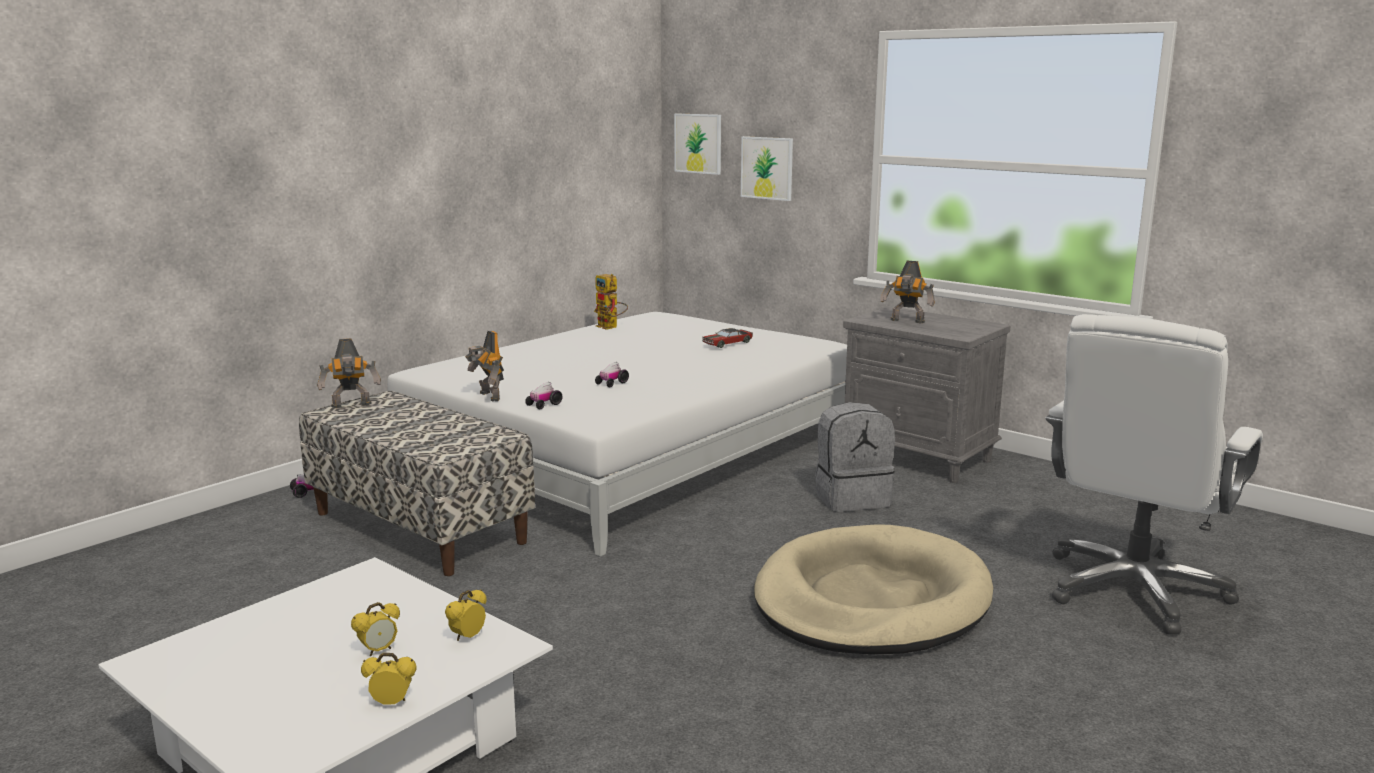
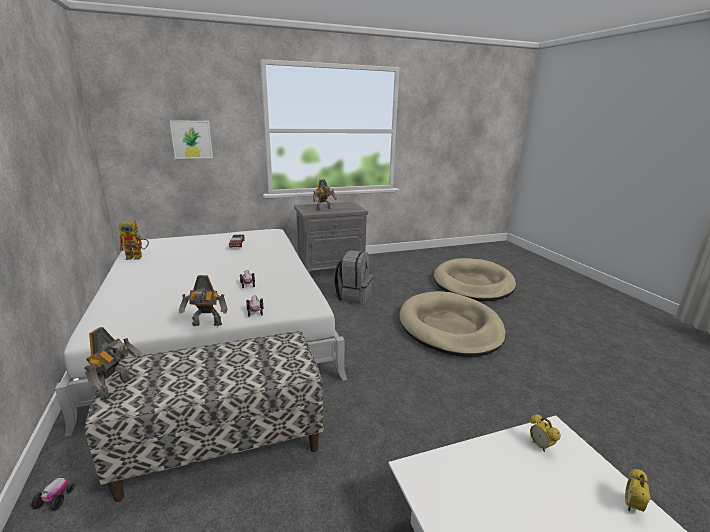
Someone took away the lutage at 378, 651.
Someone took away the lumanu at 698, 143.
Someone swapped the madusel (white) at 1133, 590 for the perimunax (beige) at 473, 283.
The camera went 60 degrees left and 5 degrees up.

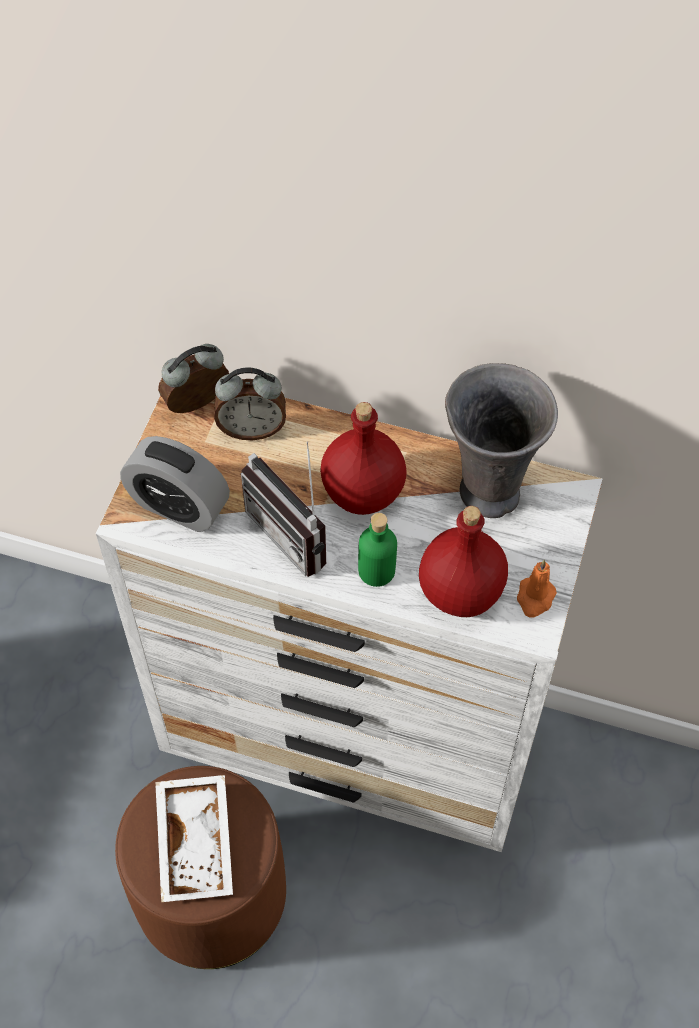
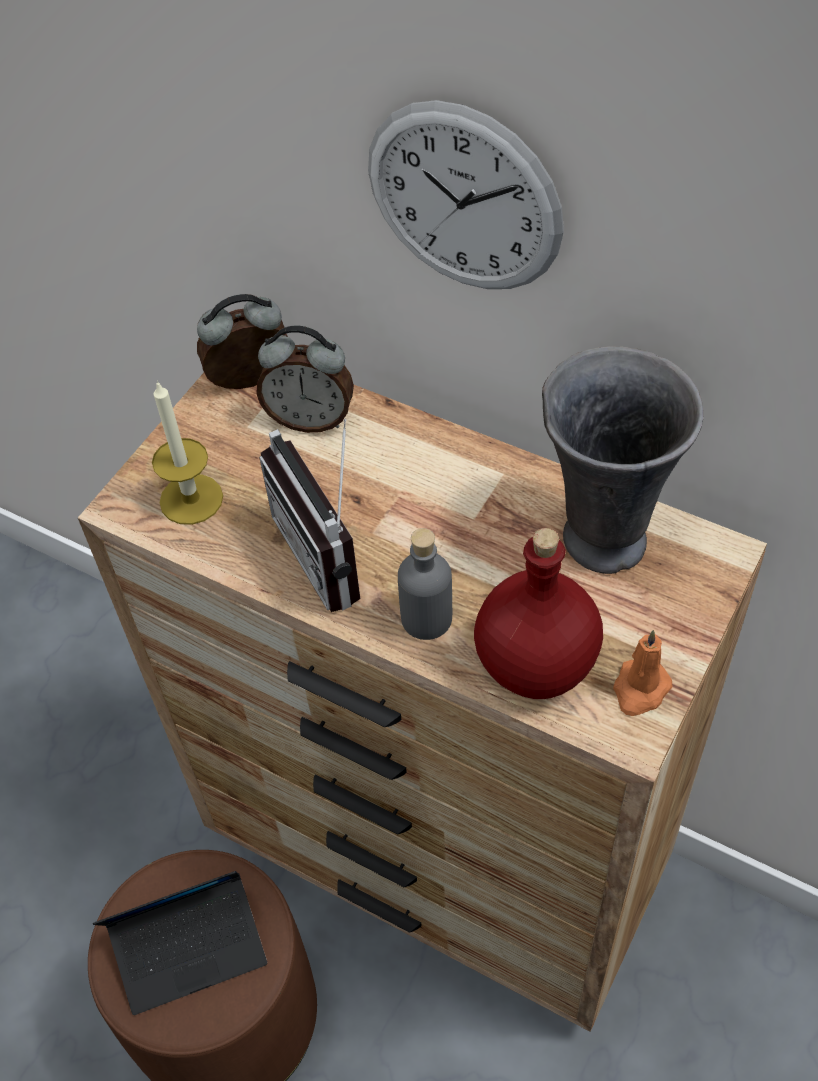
Someone repainted the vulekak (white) at 353, 739, which became the vulekak (brown) at 437, 854.
Someone swapped the lutage at 179, 506 for the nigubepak at 191, 499.
Someone swapped the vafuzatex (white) at 197, 843 for the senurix at 190, 948.
Someone took away the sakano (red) at 361, 492.
Someone repainted the sakano (green) at 376, 570, which became the sakano (grey) at 426, 618.
Someone put up the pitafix at 464, 199.
The camera went 15 degrees right and 5 degrees down.

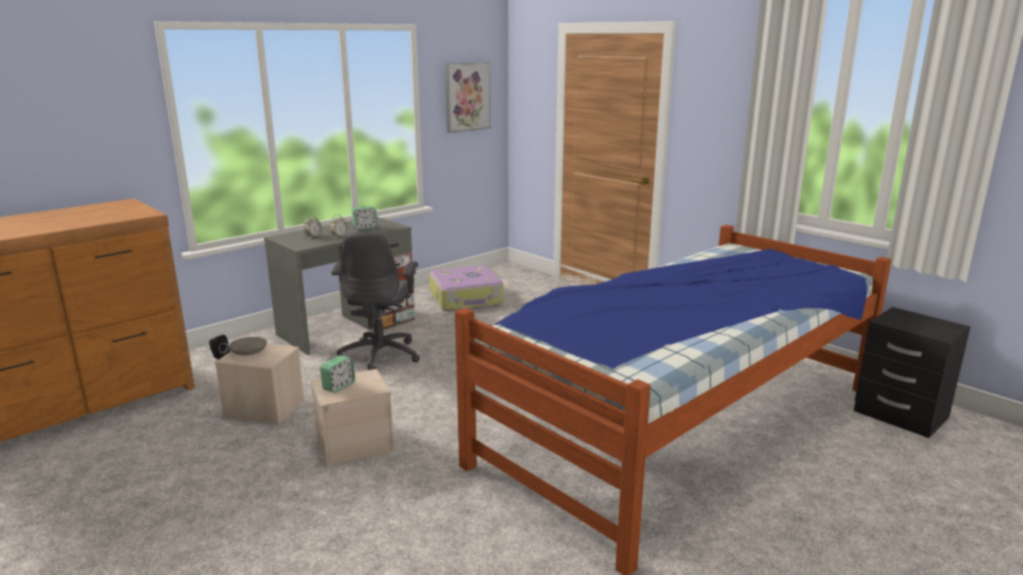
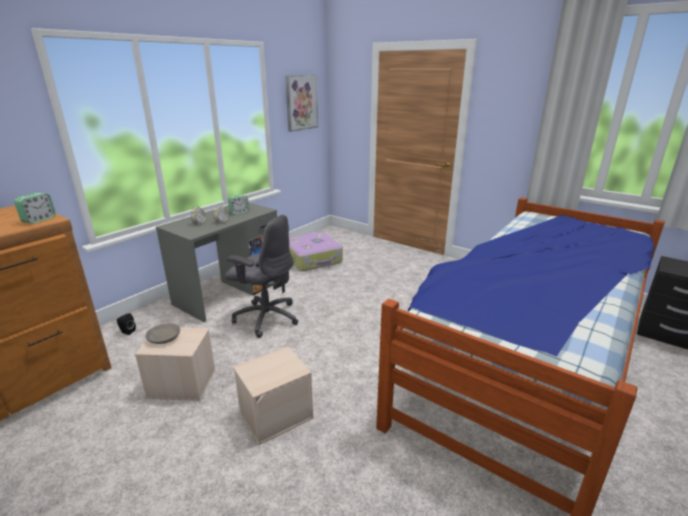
Someone carried the lutage from 338, 386 to 39, 220.
Someone rotated the madusel (grey) at 381, 356 by 60 degrees counterclockwise.
The camera went 10 degrees left and 5 degrees up.

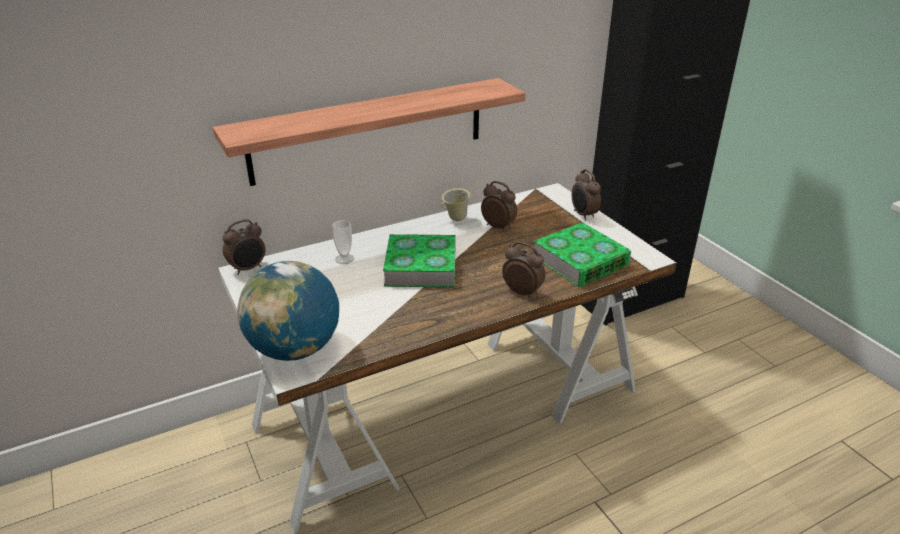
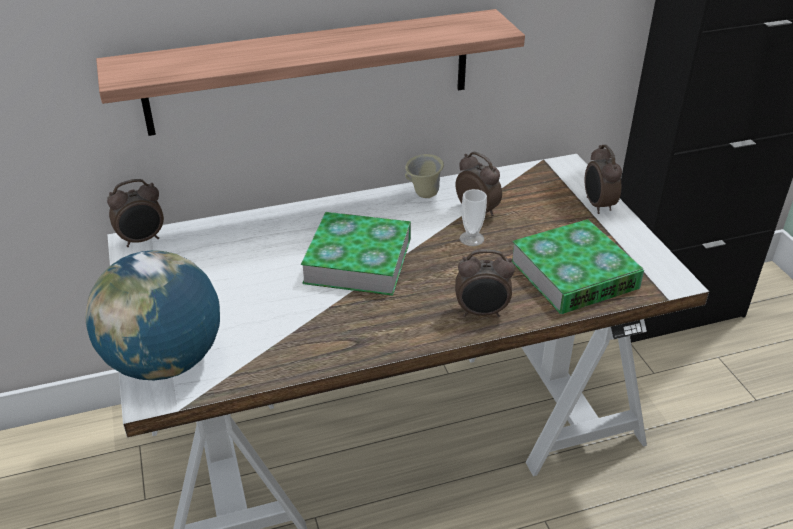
Someone carried the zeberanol from 344, 259 to 471, 238.
Someone rotated the lutage at 522, 292 by 135 degrees clockwise.
The camera went 10 degrees right and 5 degrees up.

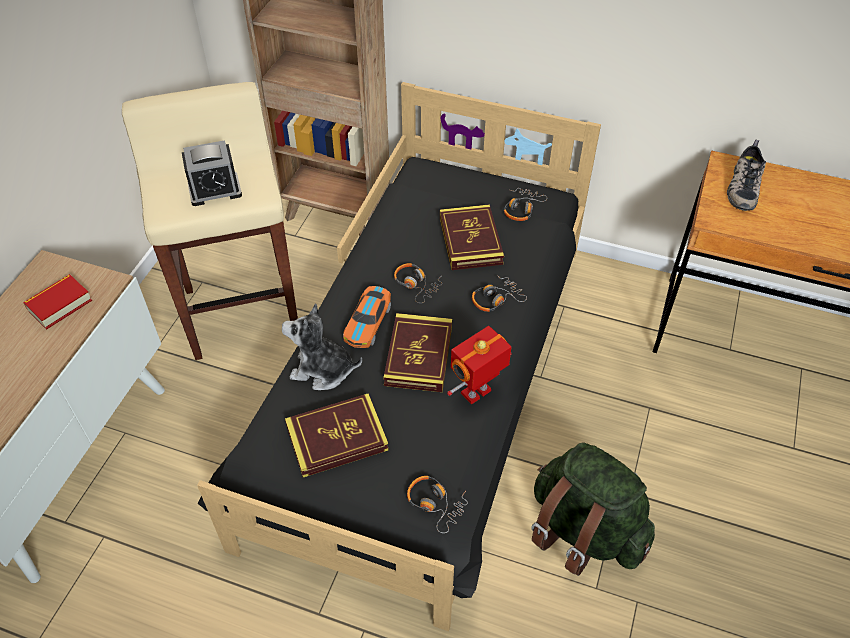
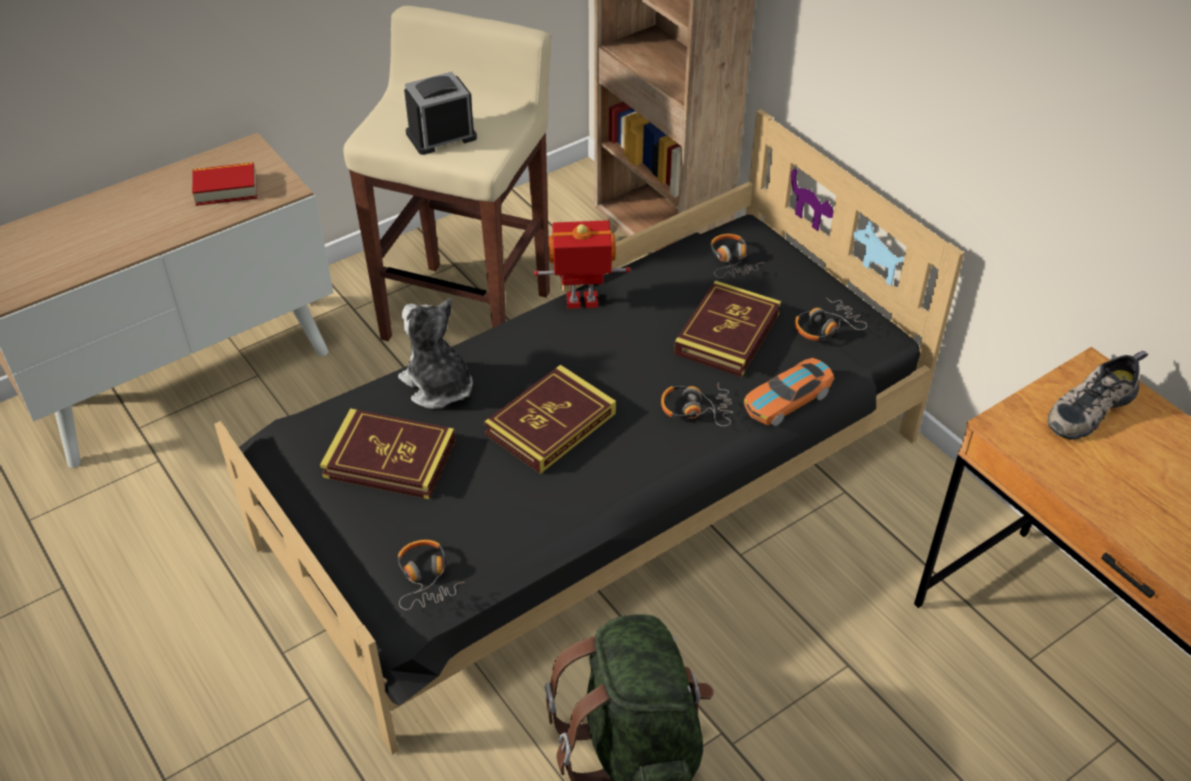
Someone rotated the lutage at 215, 190 by 135 degrees clockwise.
Someone carried the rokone from 367, 322 to 787, 399.
Someone carried the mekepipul from 416, 285 to 731, 261.
Someone carried the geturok from 477, 393 to 582, 303.
The camera went 35 degrees right and 5 degrees down.

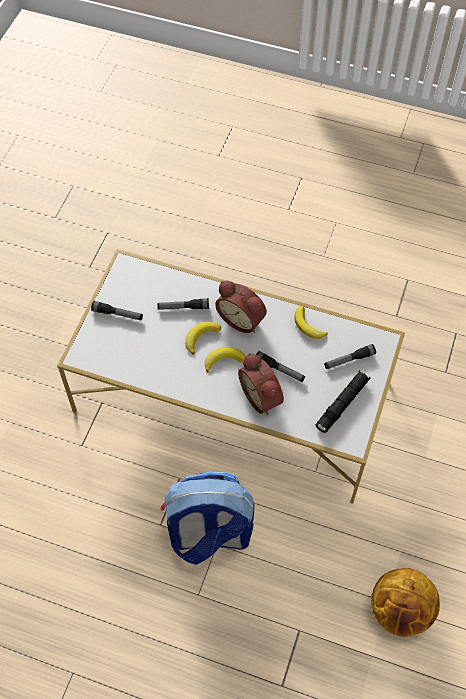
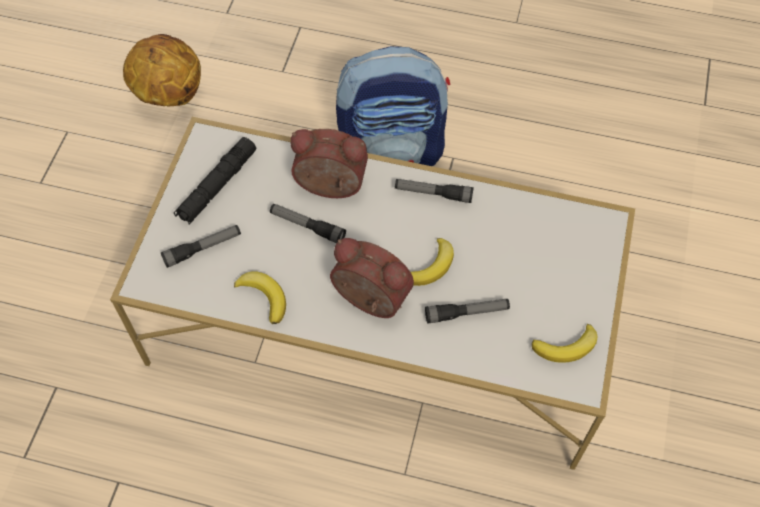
Someone carried the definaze from 117, 314 to 433, 193.
Someone carried the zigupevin from 224, 360 to 566, 347.
Someone rotated the lutage at 263, 396 by 45 degrees counterclockwise.
The camera went 175 degrees right and 0 degrees up.

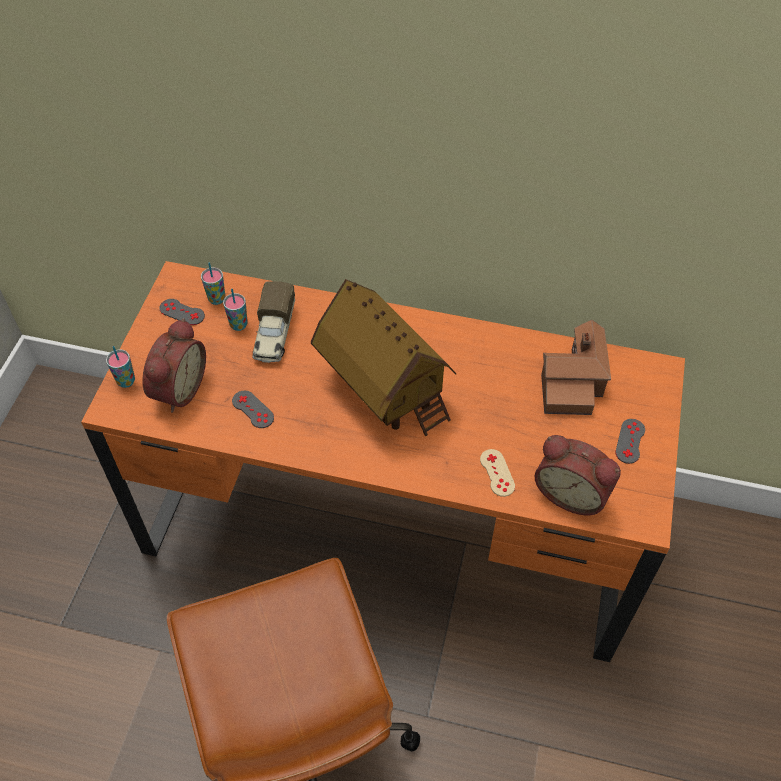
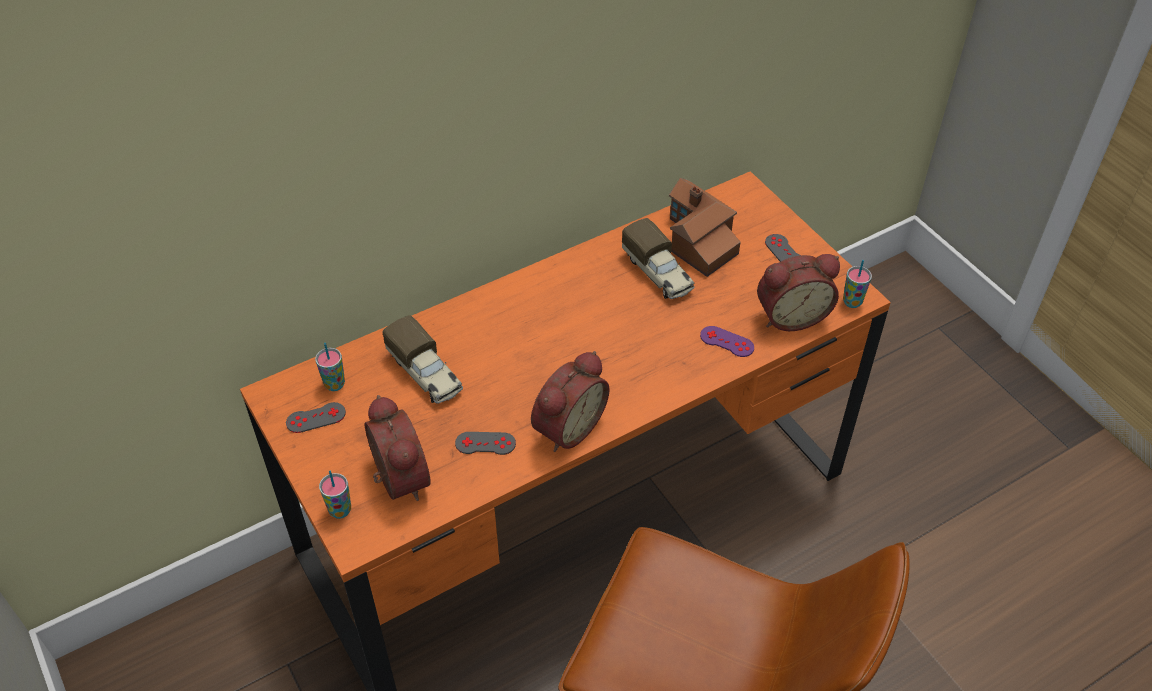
Someone carried the zeberanol from 238, 325 to 852, 302.
Someone took away the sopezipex at 384, 389.
Someone repainted the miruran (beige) at 497, 473, which became the miruran (purple) at 727, 342.
Someone put down the lutage at 566, 426.
Someone put down the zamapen at 658, 274.
The camera went 45 degrees left and 5 degrees down.

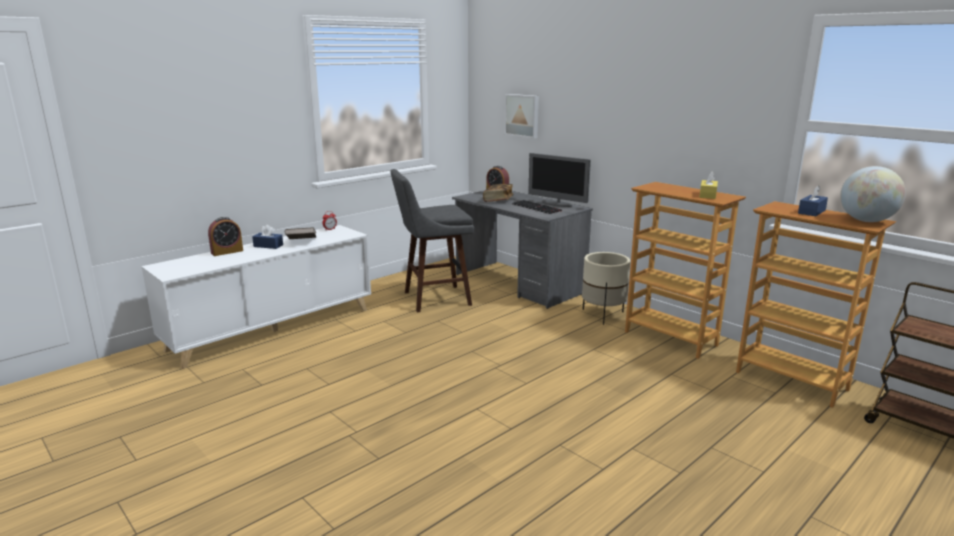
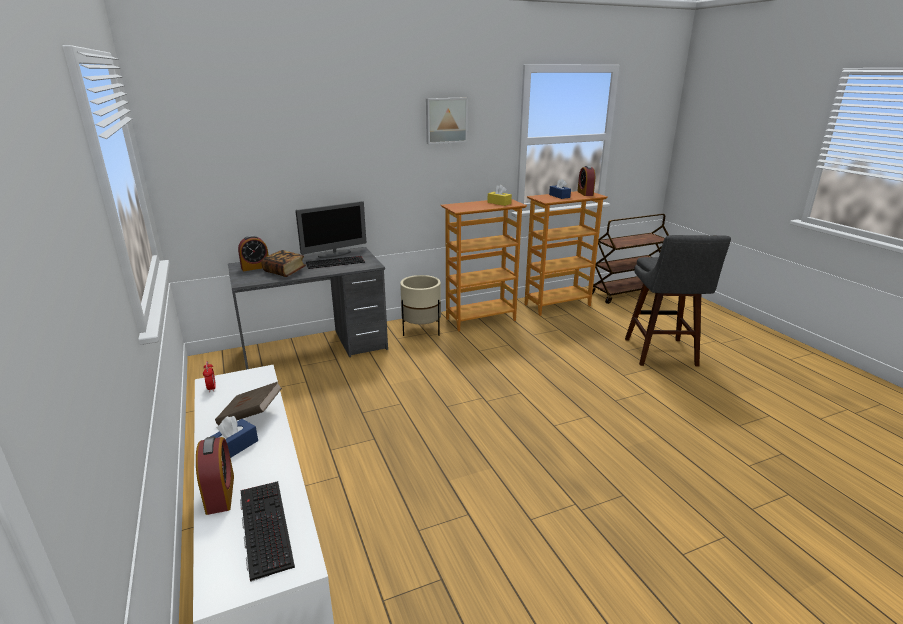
Someone carried the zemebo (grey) from 433, 299 to 661, 354.
Someone carried the lumanu from 522, 115 to 446, 120.
Someone swapped the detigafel at 866, 221 for the lutage at 585, 193.
Someone put down the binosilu at 263, 526.
The camera went 70 degrees left and 5 degrees up.

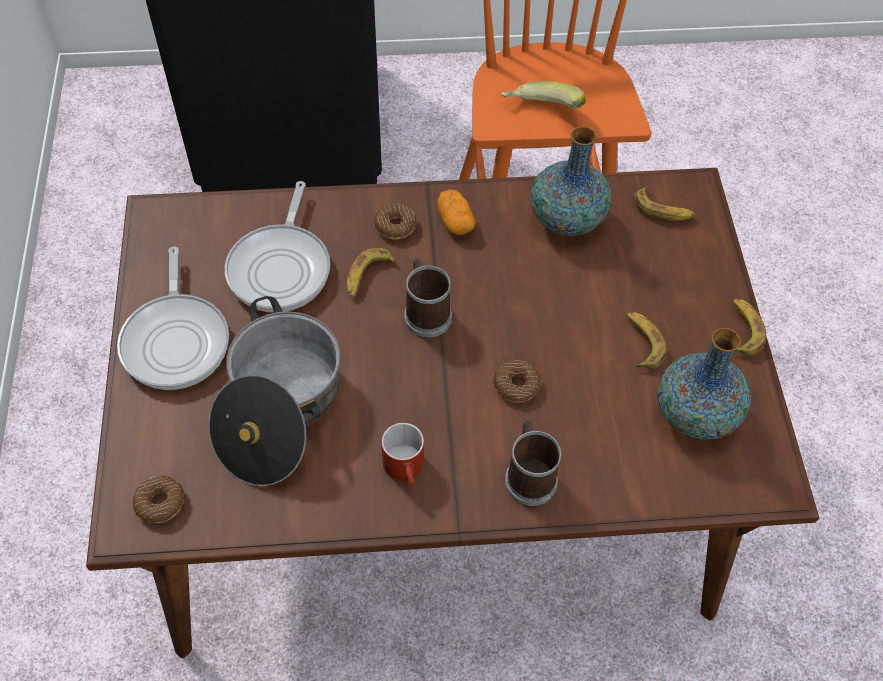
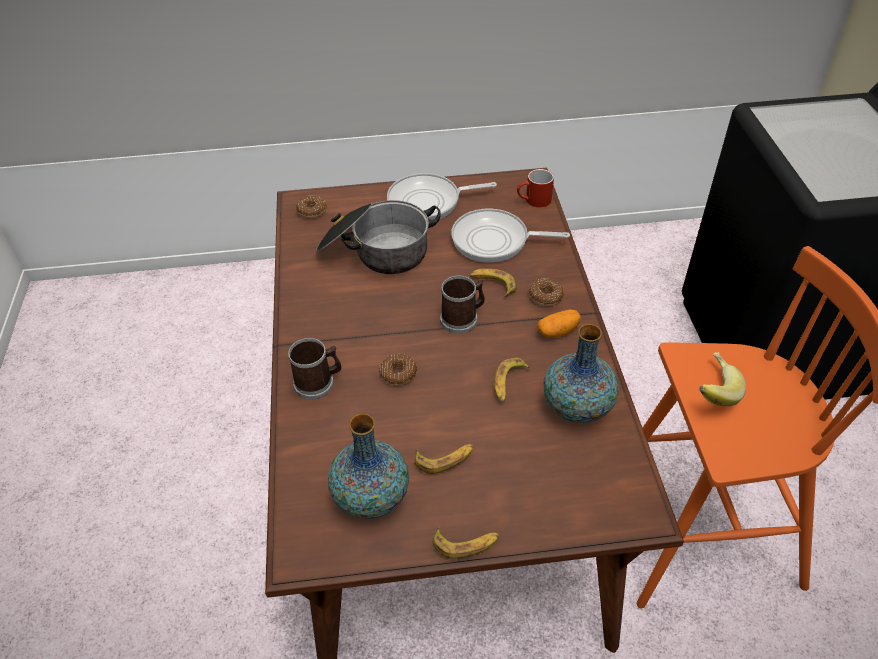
Someone carried the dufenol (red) from 406, 470 to 534, 201.
Someone carried the zigupevin from 662, 210 to 508, 383.
The camera went 90 degrees right and 10 degrees down.

